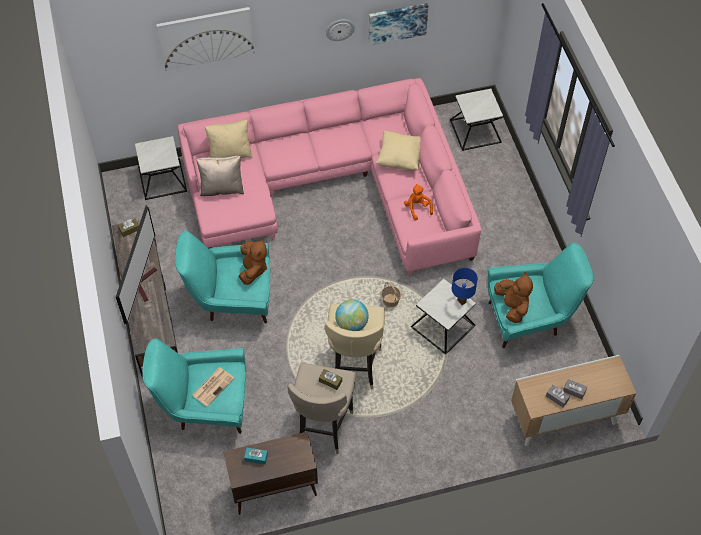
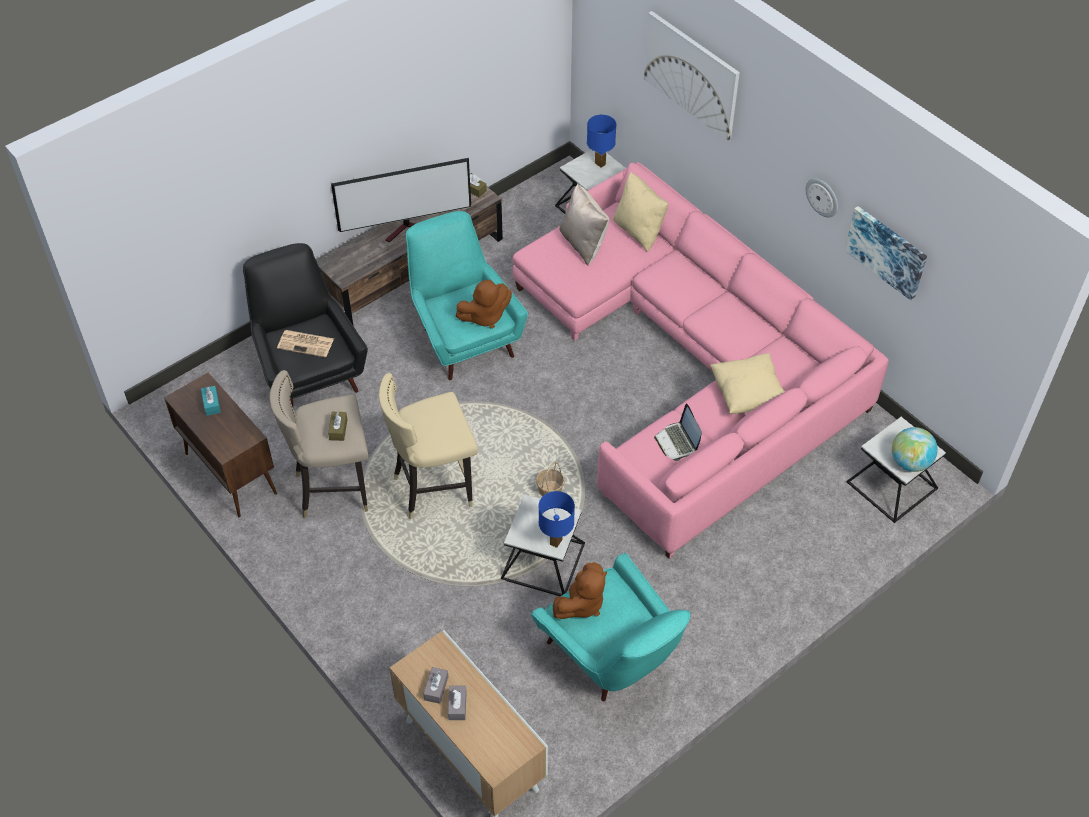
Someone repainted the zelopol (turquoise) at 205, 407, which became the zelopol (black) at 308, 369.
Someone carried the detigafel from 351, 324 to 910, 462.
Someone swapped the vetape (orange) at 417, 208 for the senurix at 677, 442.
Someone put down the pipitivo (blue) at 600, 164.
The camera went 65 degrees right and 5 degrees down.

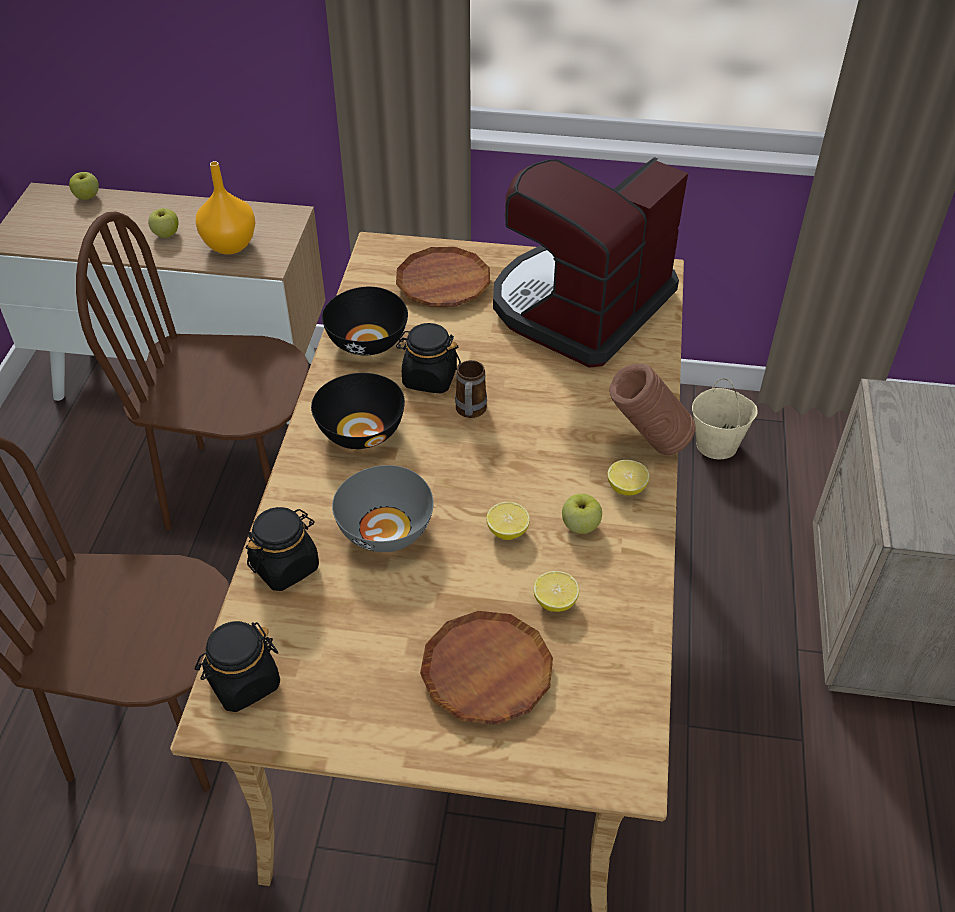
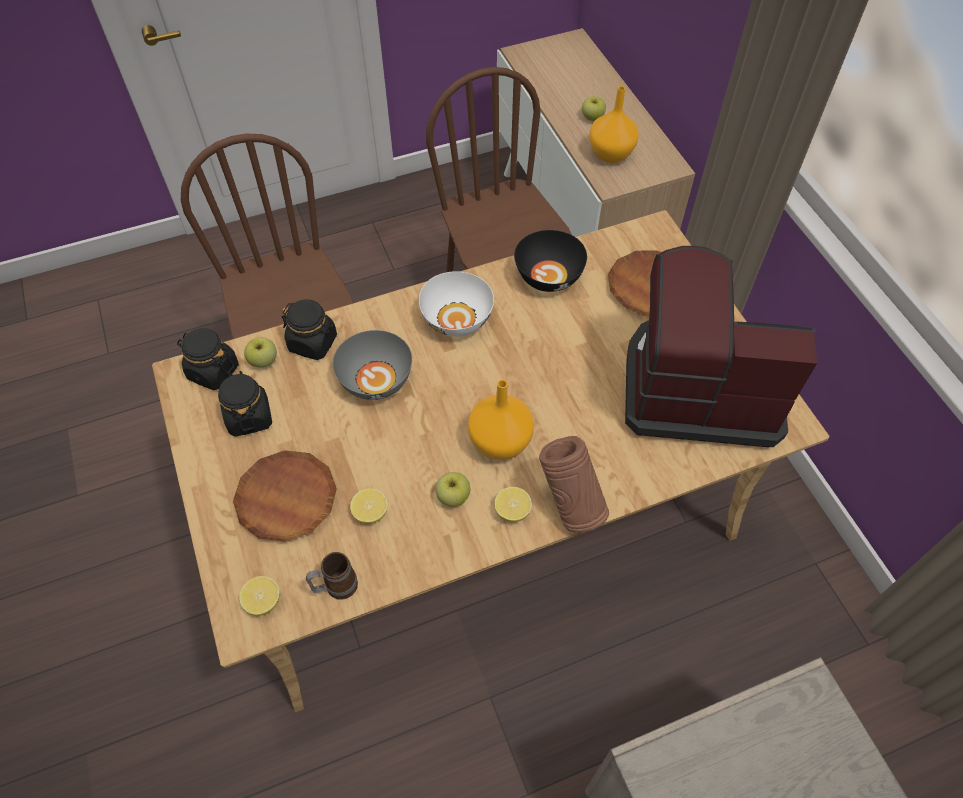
Someone carried the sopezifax from 87, 196 to 263, 361.
Someone repainted the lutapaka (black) at 361, 430, which became the lutapaka (white) at 458, 319.
Someone carried the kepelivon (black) from 429, 378 to 249, 417.
Someone carried the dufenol from 470, 413 to 335, 587.
Someone carried the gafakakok from 507, 531 to 263, 601.
Someone took away the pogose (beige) at 717, 445.
Someone put down the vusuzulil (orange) at 499, 441.
The camera went 60 degrees right and 10 degrees up.

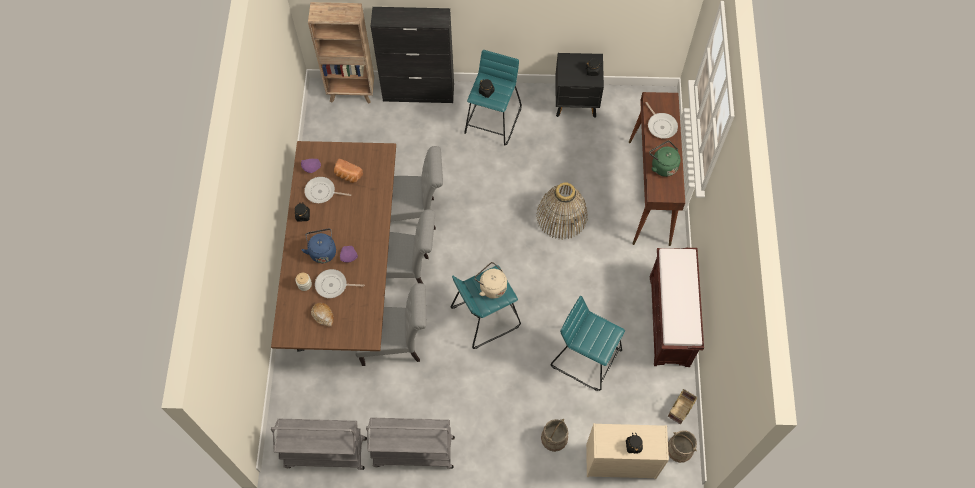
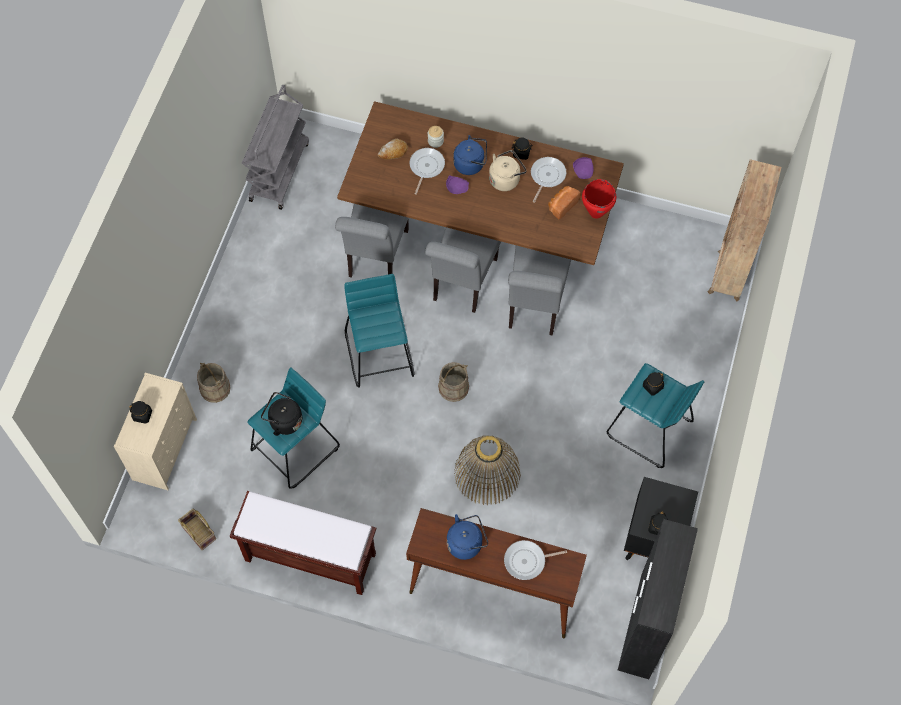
Someone took away the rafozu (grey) at 413, 452.
Someone carried the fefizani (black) from 419, 93 to 644, 627.
Someone carried the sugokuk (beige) from 491, 286 to 506, 179.
Someone repainted the sugokuk (green) at 662, 165, which became the sugokuk (blue) at 466, 543.
Someone carried the pogose (beige) from 679, 449 to 453, 387.
Someone put down the sugokuk (black) at 283, 421.
Someone put down the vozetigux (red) at 596, 212.
The camera went 105 degrees right and 0 degrees up.

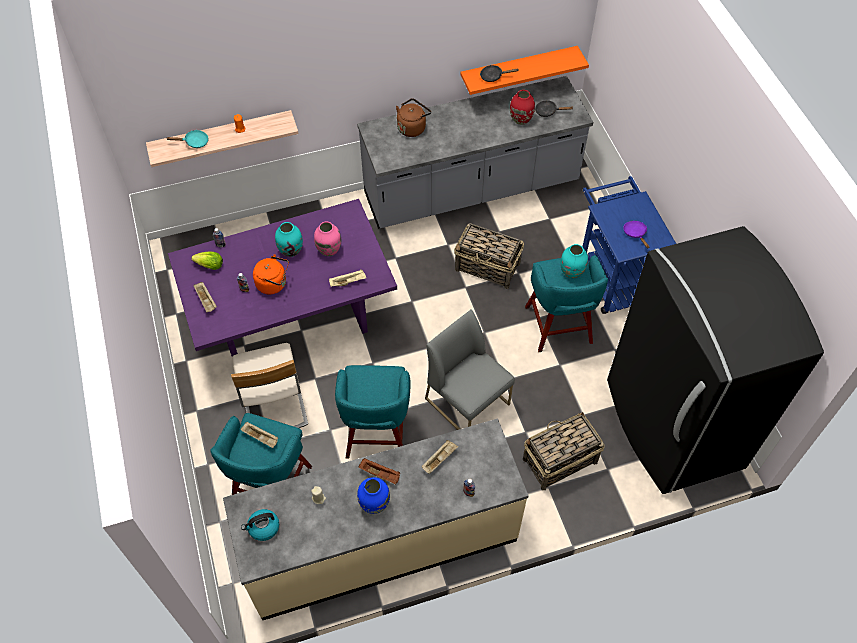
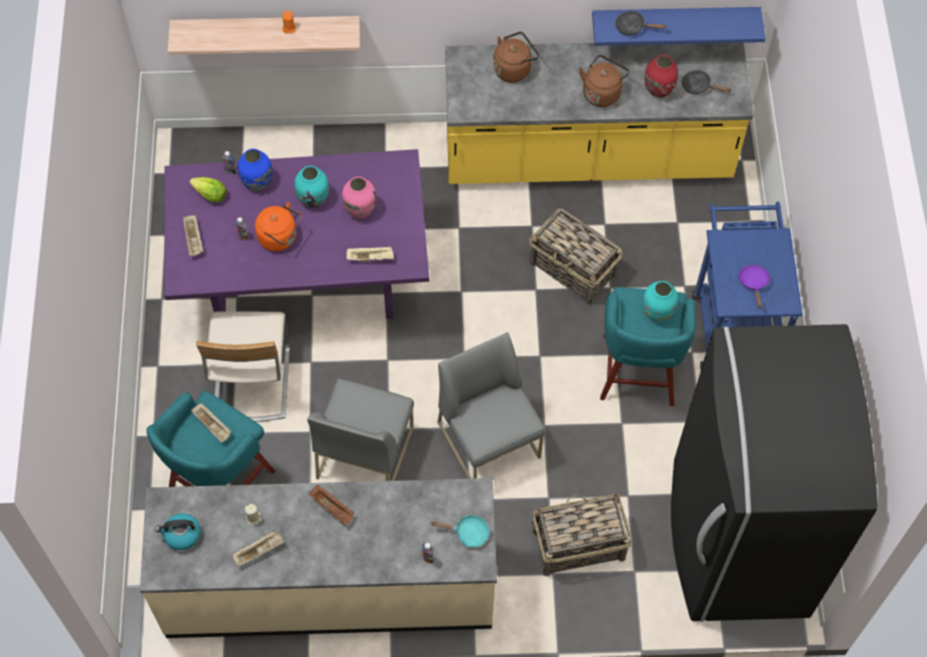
Someone carried the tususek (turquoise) from 194, 142 to 468, 533.
Someone swapped the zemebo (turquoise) at 376, 434 for the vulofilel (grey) at 364, 452.
Someone repainted the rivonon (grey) at 471, 190, which became the rivonon (yellow) at 587, 157.
Someone carried the vusuzulil (blue) from 374, 504 to 257, 182.
Someone carried the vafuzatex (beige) from 439, 459 to 259, 551.
Someone repainted the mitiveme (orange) at 518, 69, which became the mitiveme (blue) at 674, 20.
Someone put down the sugokuk (brown) at 602, 92.
The camera went 15 degrees right and 5 degrees up.

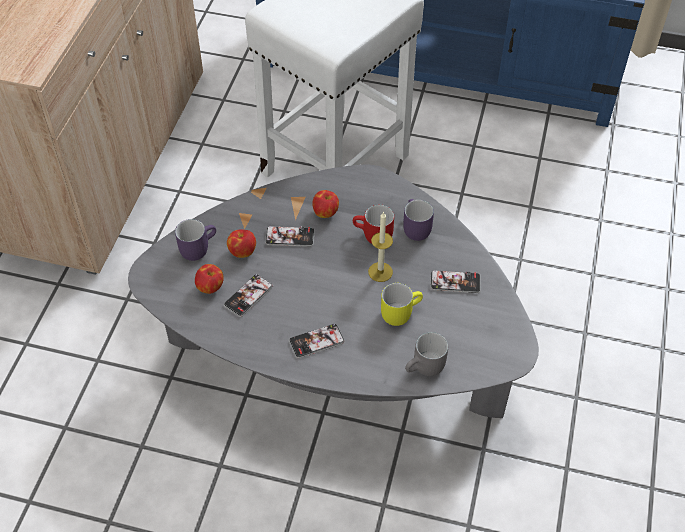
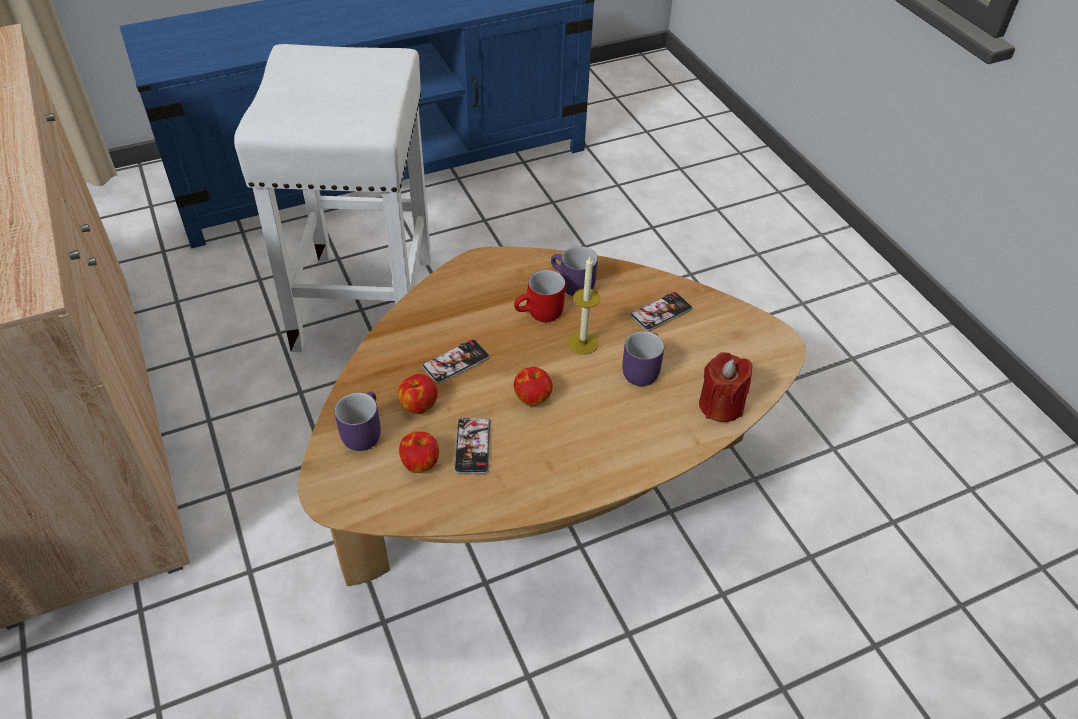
Someone repainted the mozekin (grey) at 338, 356, which became the mozekin (brown) at 543, 481.
Someone took away the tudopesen at 316, 341.
Someone carried the sopezifax from 326, 212 to 533, 398.
Someone repainted the dufenol (yellow) at 399, 311, which became the dufenol (purple) at 640, 369.
Someone swapped the dufenol (grey) at 426, 368 for the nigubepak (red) at 720, 405.
The camera went 40 degrees left and 5 degrees down.

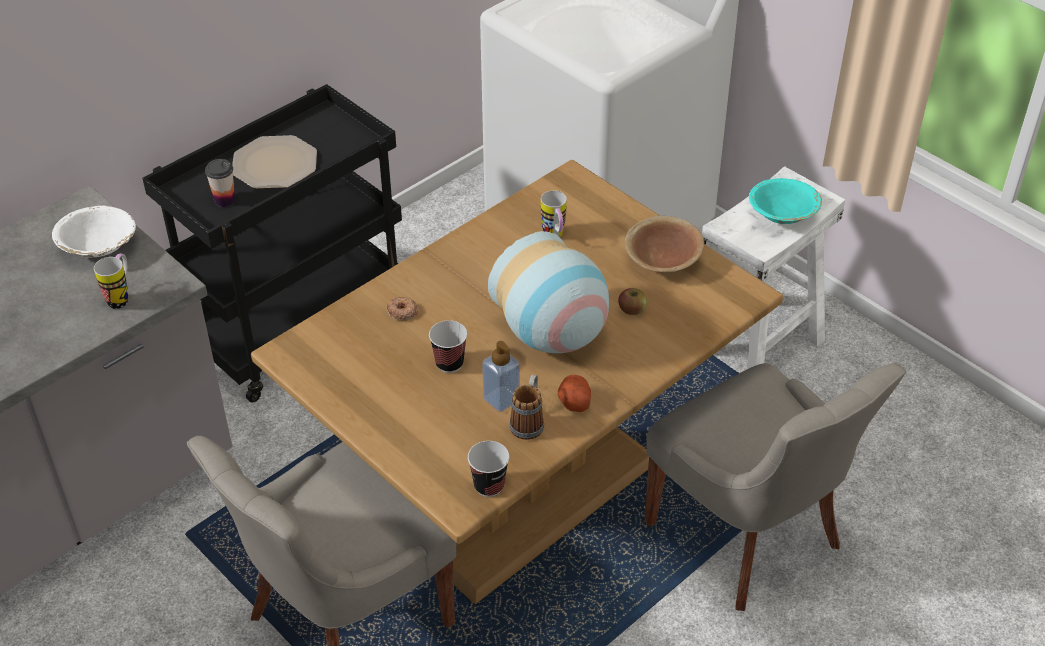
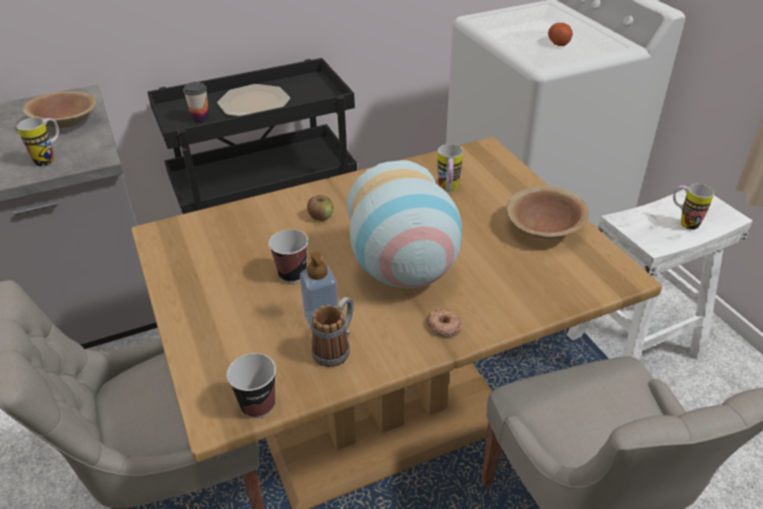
Someone repainted the lutapaka (white) at 98, 247, which became the lutapaka (brown) at 66, 123.
Someone carried the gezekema from 402, 311 to 443, 326.
Someone carried the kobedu from 574, 401 to 559, 42.
Someone carried the sopezifax from 632, 310 to 321, 216.
Someone swapped the lutapaka (turquoise) at 782, 215 for the dufenol at 683, 222.
The camera went 20 degrees right and 5 degrees down.

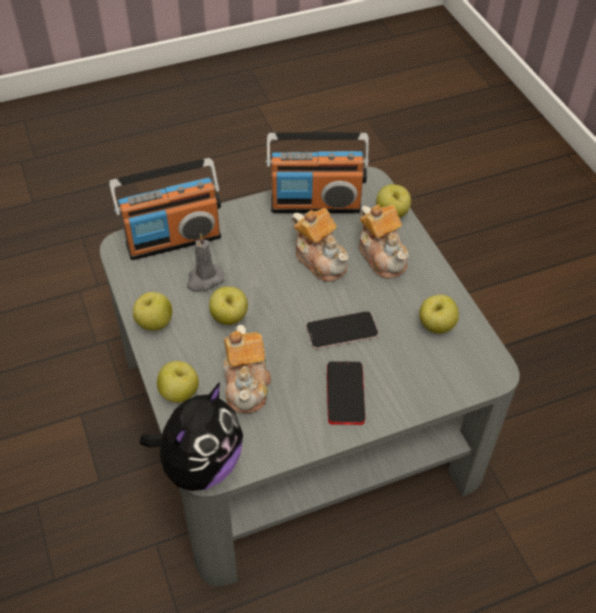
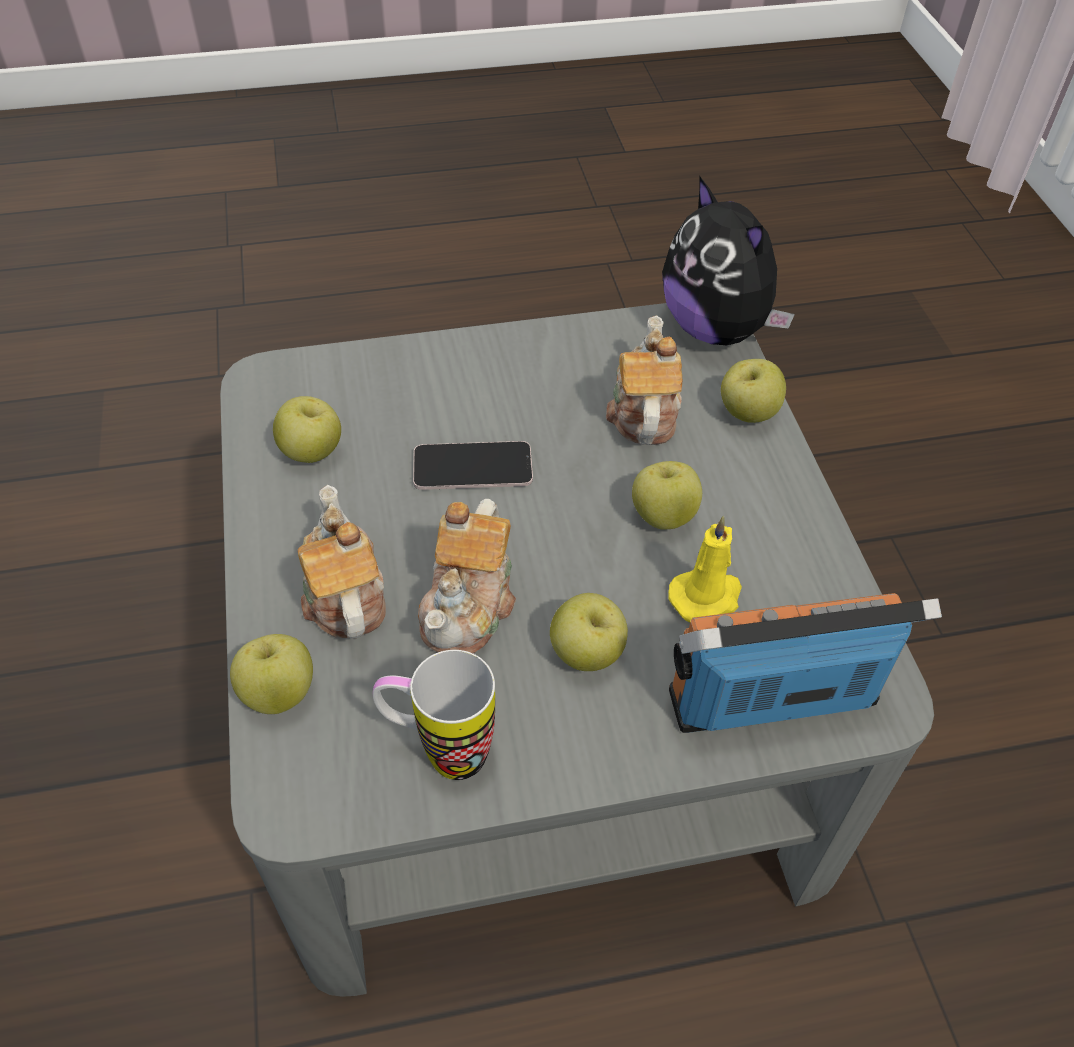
Someone carried the sopezifax from 154, 323 to 586, 653.
Someone rotated the vetape at 200, 464 by 75 degrees counterclockwise.
Someone repainted the nigubepak (grey) at 204, 279, which became the nigubepak (yellow) at 706, 597.
Someone swapped the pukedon at 315, 203 for the dufenol at 439, 751.
Someone rotated the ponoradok at 320, 259 by 135 degrees counterclockwise.
Someone took away the tudopesen at 345, 393.
The camera went 170 degrees left and 0 degrees up.

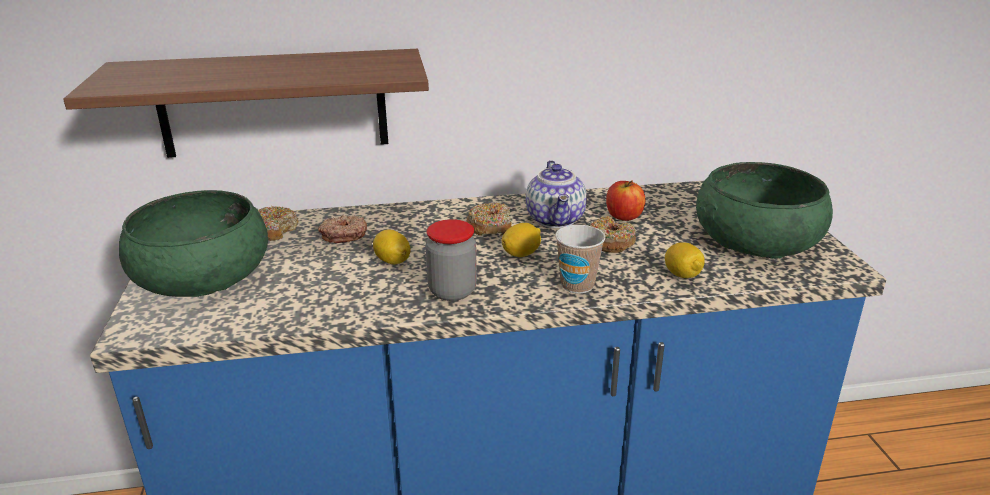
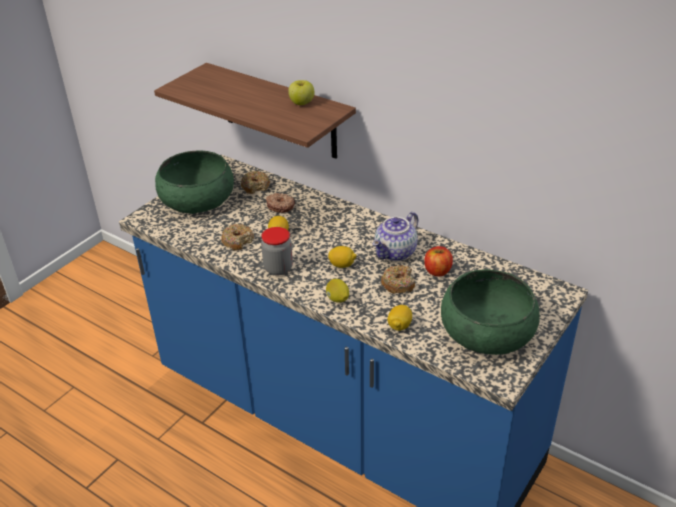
Someone carried the gezekema from 490, 227 to 237, 241.
Someone swapped the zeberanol at 577, 285 for the gafakakok at 337, 299.
Someone put down the sopezifax at 302, 103.
The camera went 45 degrees right and 10 degrees up.

